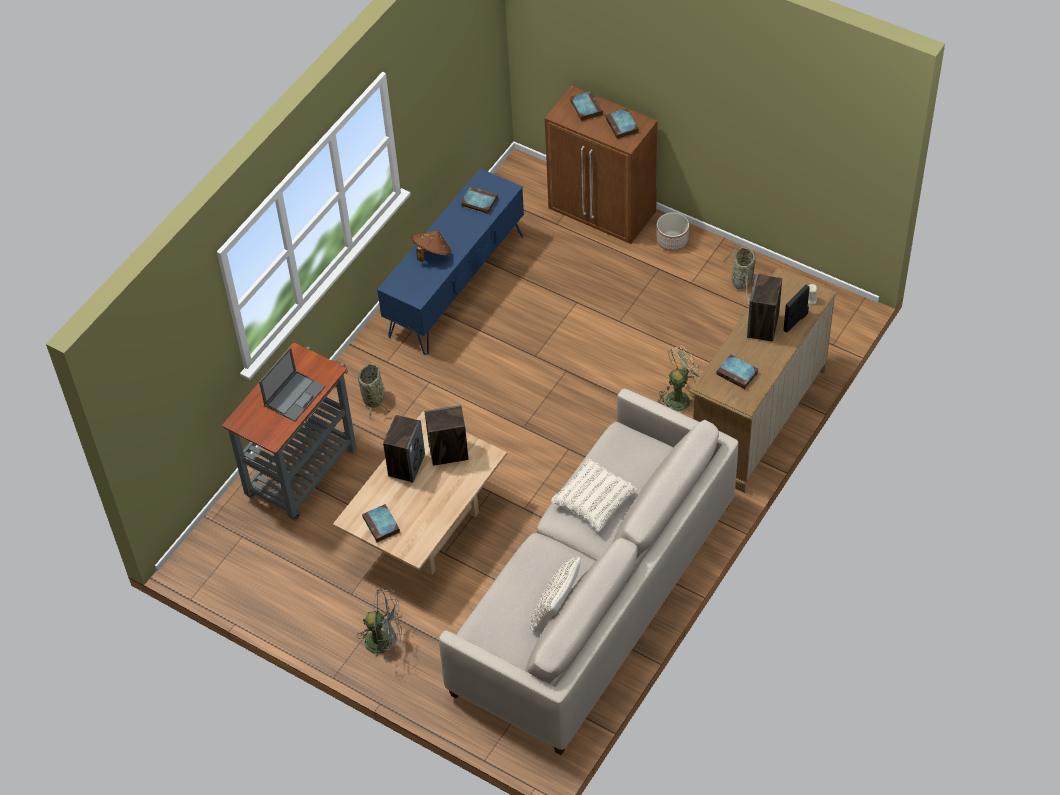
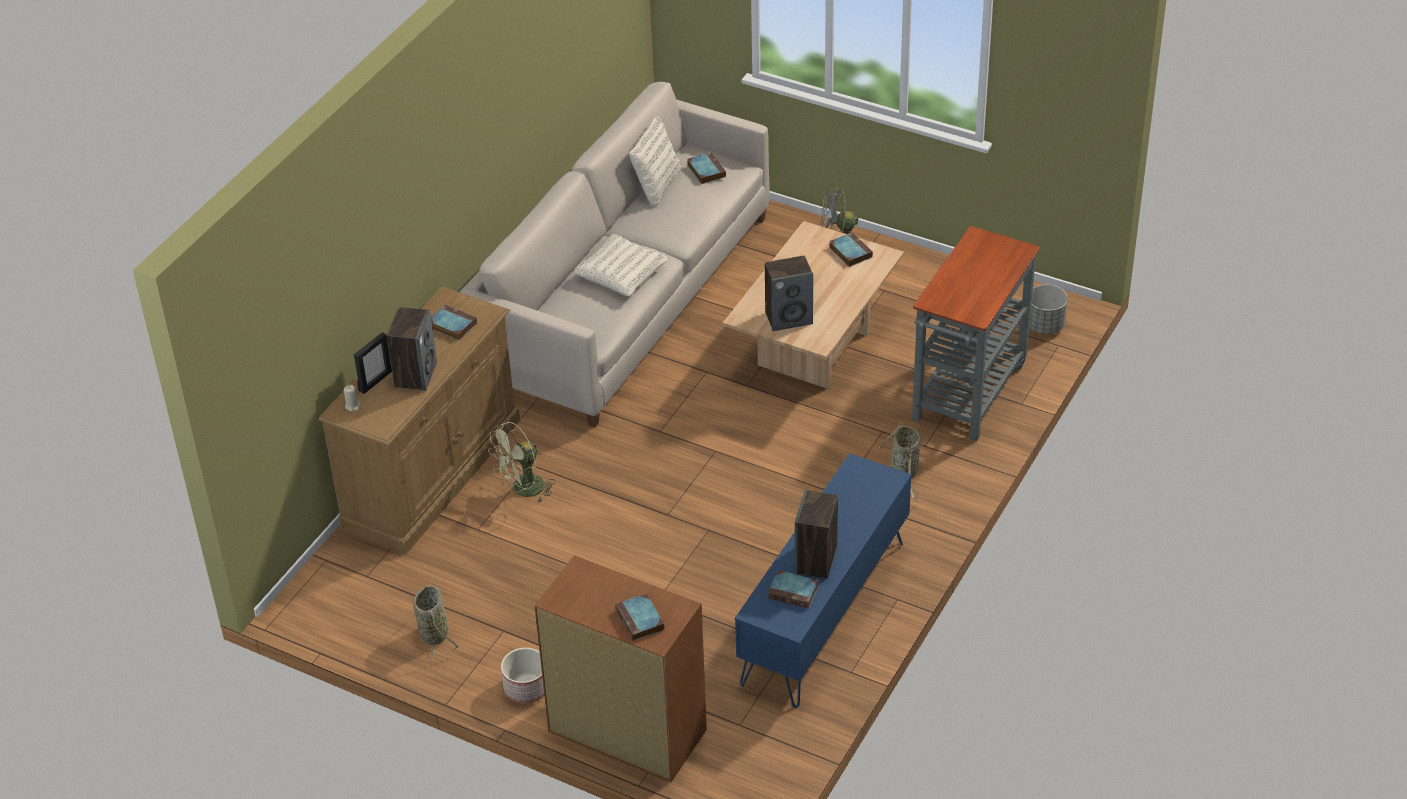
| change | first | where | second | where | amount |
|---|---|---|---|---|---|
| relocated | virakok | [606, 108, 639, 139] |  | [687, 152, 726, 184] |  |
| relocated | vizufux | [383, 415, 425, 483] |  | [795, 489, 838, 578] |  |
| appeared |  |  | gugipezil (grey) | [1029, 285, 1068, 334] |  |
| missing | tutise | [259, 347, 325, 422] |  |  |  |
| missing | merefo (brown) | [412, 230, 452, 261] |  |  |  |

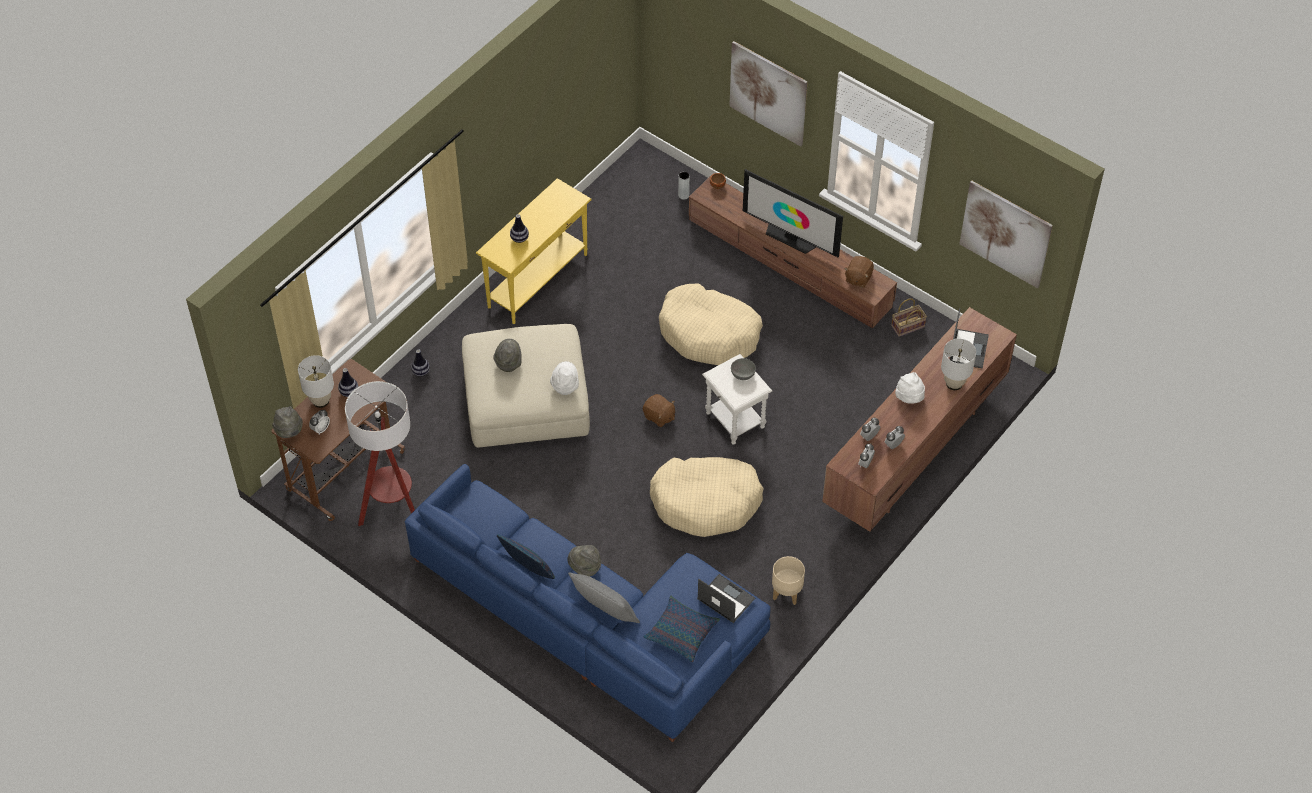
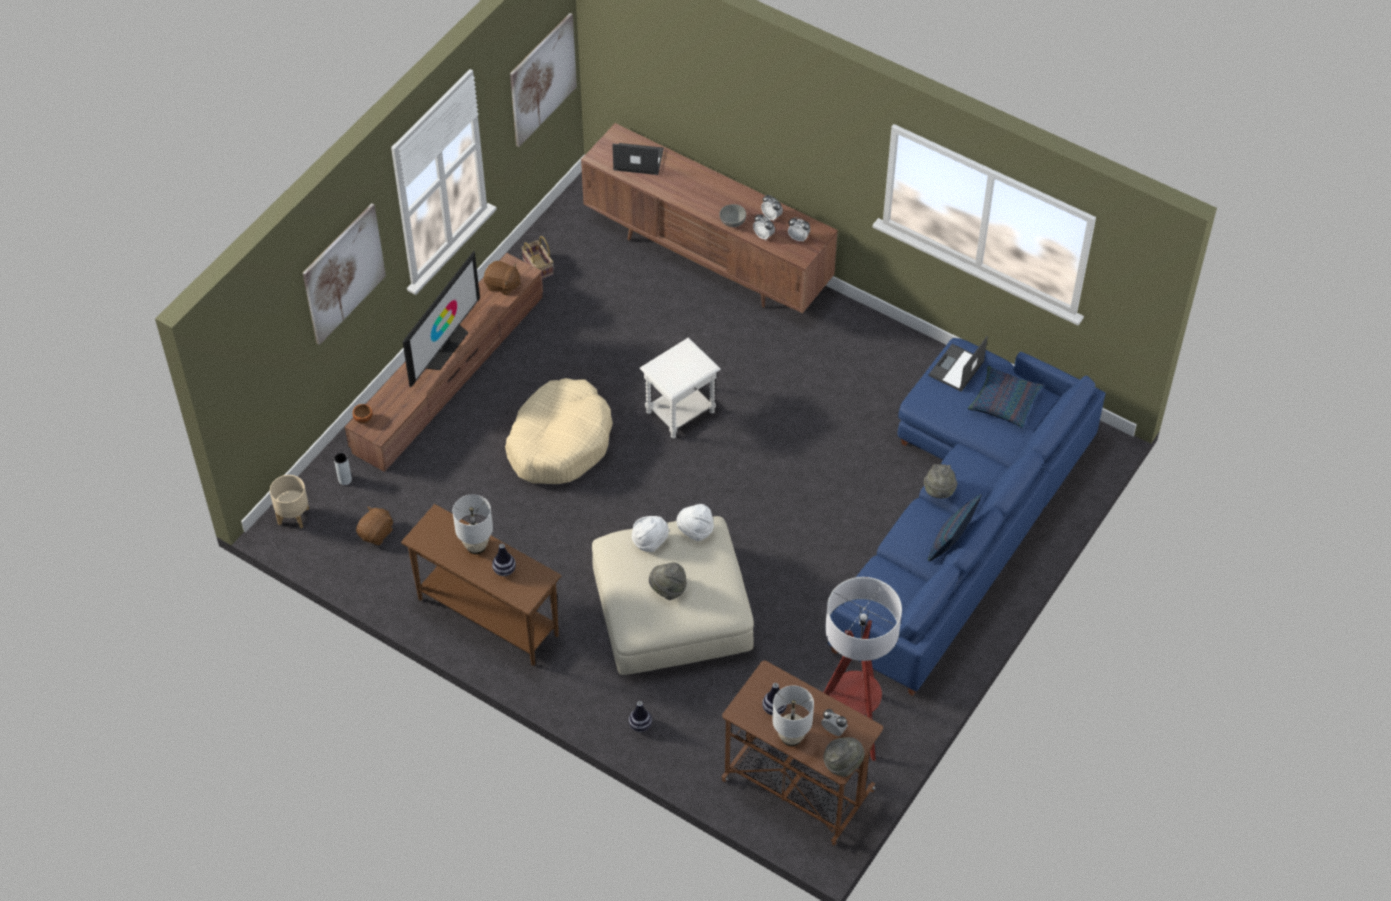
| change | first | where | second | where | amount |
|---|---|---|---|---|---|
| relocated | gugipezil (beige) | [772, 556, 805, 605] |  | [270, 475, 309, 528] |  |
| relocated | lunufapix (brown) | [643, 394, 675, 427] |  | [356, 506, 393, 545] |  |
| colour | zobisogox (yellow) | [476, 178, 591, 324] | zobisogox (brown) | [401, 504, 561, 666] |  |
| relocated | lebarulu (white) | [941, 339, 976, 390] |  | [453, 495, 493, 554] |  |
| relocated | merefo (white) | [895, 372, 925, 404] |  | [632, 516, 669, 552] |  |
| relocated | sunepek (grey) | [731, 358, 756, 380] |  | [719, 204, 746, 227] |  |
| missing | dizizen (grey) | [568, 572, 640, 623] |  |  |  |
| missing | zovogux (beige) | [650, 457, 764, 537] |  |  |  |

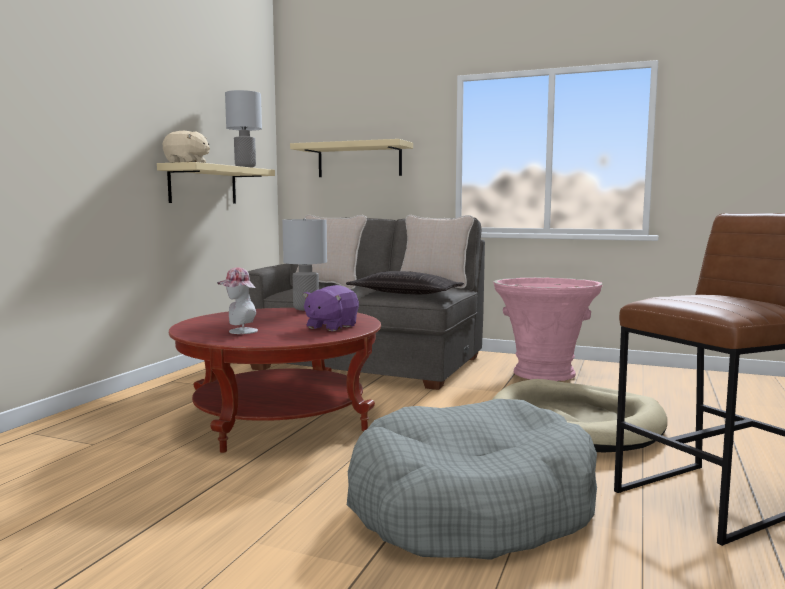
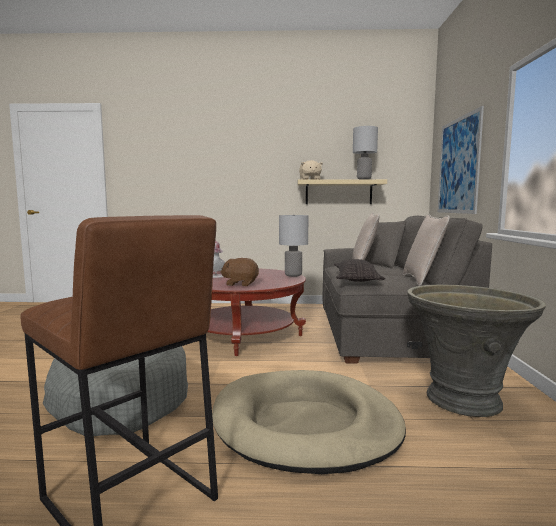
| change | first | where | second | where | amount |
|---|---|---|---|---|---|
| colour | lunufapix (purple) | [302, 285, 359, 331] | lunufapix (brown) | [220, 258, 259, 286] |  |
| colour | gugipezil (pink) | [493, 277, 603, 381] | gugipezil (grey) | [407, 284, 546, 417] |  |
| exchanged | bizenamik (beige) | [290, 139, 413, 177] | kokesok | [438, 106, 484, 214] |  |

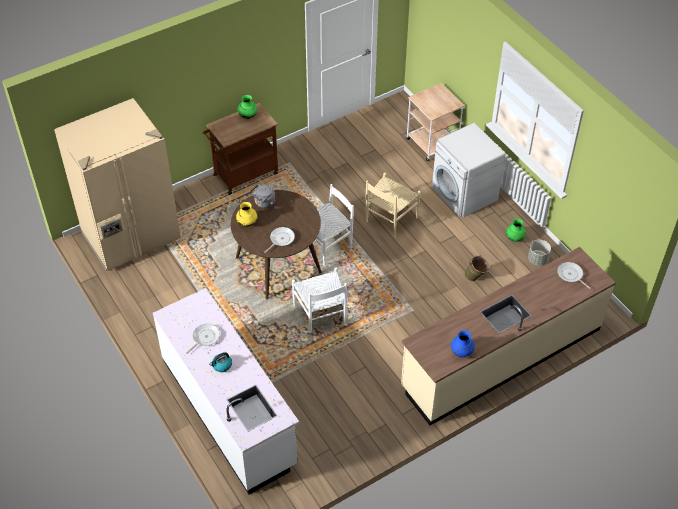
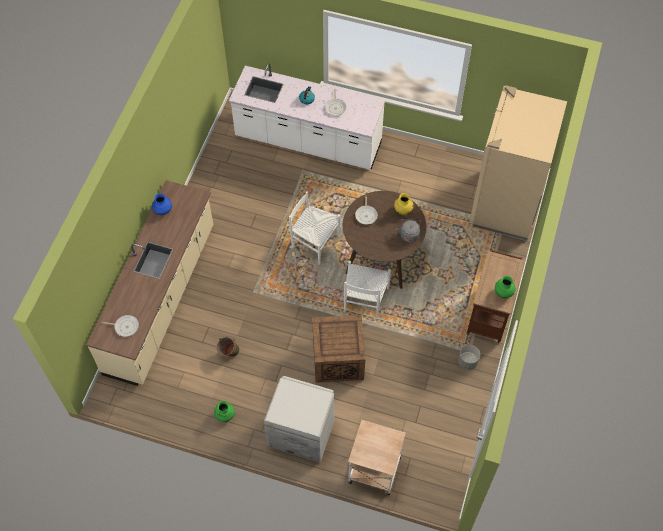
| change | first | where | second | where | amount |
|---|---|---|---|---|---|
| exchanged | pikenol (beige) | [365, 173, 421, 238] | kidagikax | [312, 315, 365, 383] |  |
| relocated | gugipezil (grey) | [528, 240, 551, 266] |  | [458, 345, 480, 370] |  |

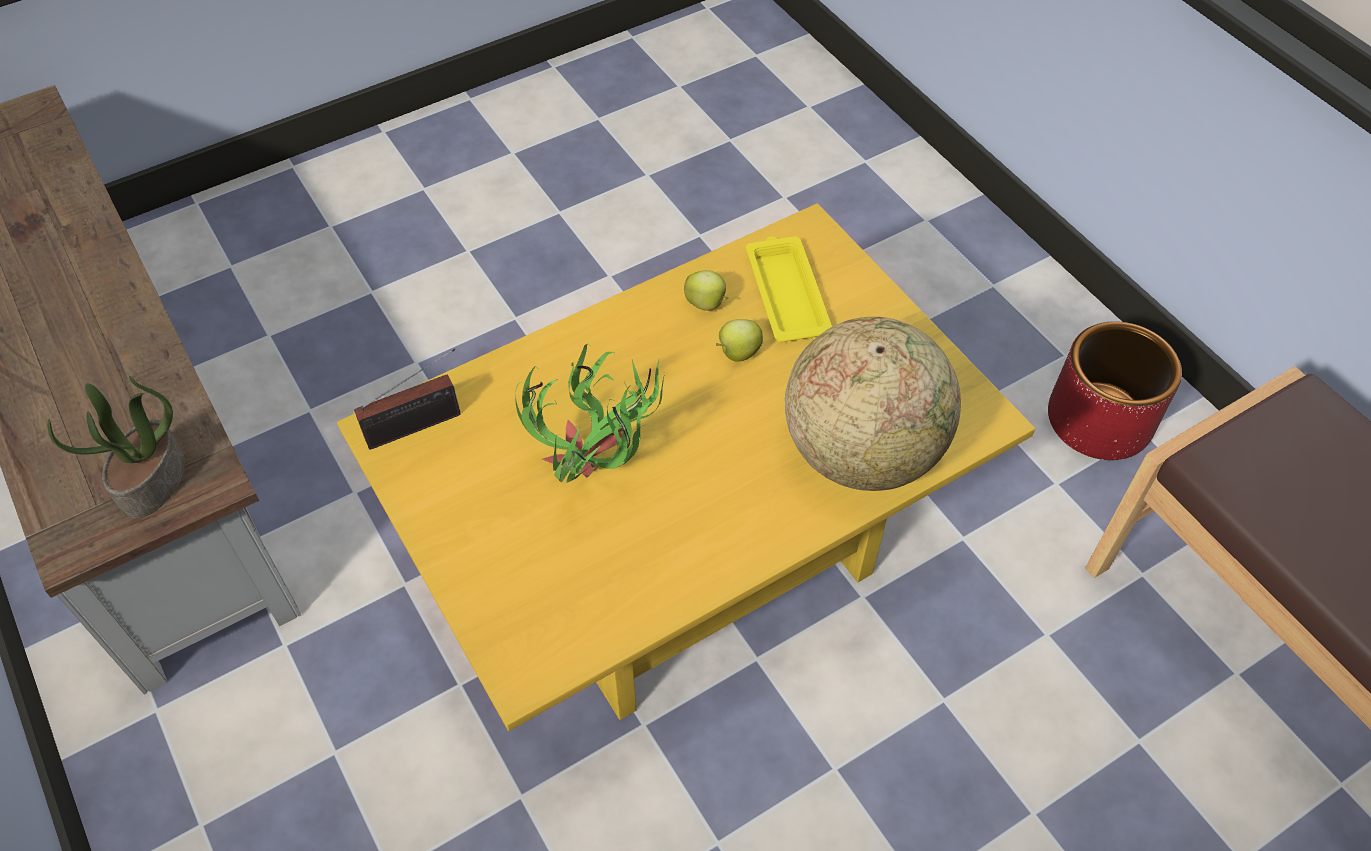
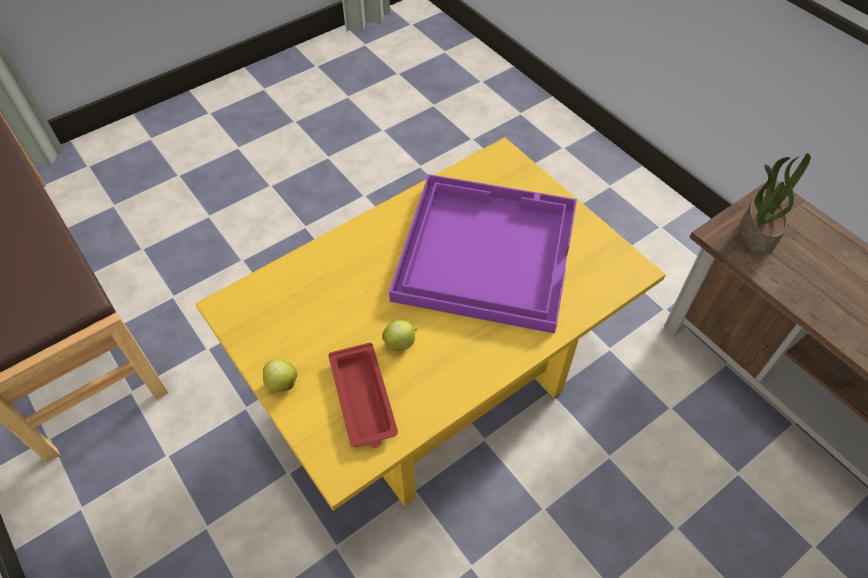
| change | first | where | second | where | amount |
|---|---|---|---|---|---|
| relocated | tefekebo | [684, 270, 728, 311] |  | [262, 359, 297, 392] |  |
| colour | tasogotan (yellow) | [746, 236, 832, 342] | tasogotan (red) | [328, 343, 398, 448] |  |
| exchanged | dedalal | [515, 344, 665, 483] | tasogotan (purple) | [389, 174, 577, 334] |  |
| missing | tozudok | [354, 349, 461, 450] |  |  |  |
| missing | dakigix | [785, 317, 961, 491] |  |  |  |
| missing | gugipezil (red) | [1048, 321, 1182, 460] |  |  |  |

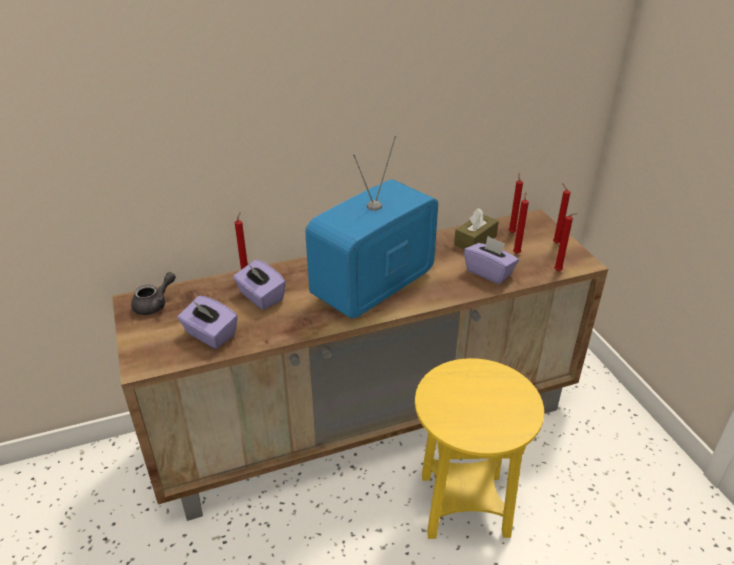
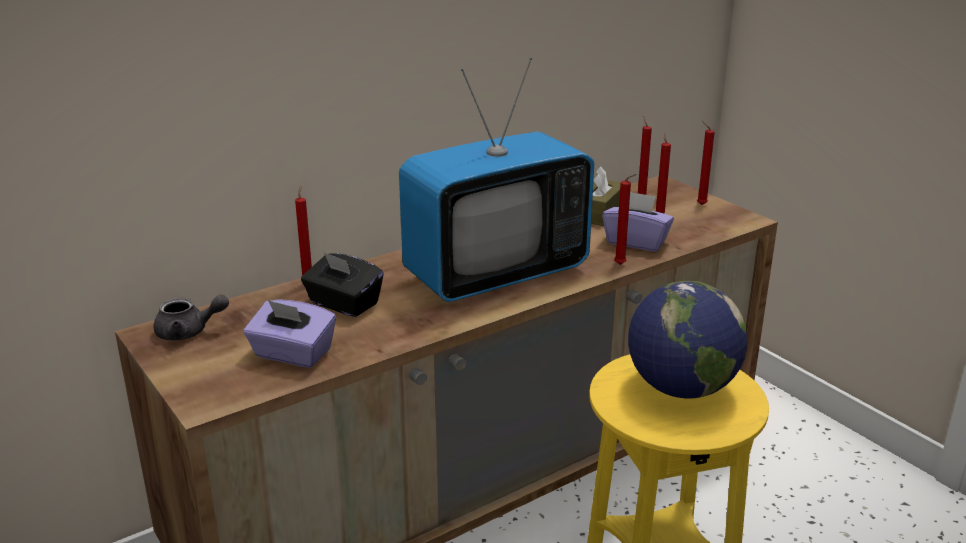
| change | first | where | second | where | amount |
|---|---|---|---|---|---|
| spun | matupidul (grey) | [131, 272, 176, 315] |  | [154, 295, 229, 340] | 60 degrees clockwise |
| colour | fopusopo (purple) | [233, 260, 286, 310] | fopusopo (black) | [301, 252, 384, 317] |  |
| spun | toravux | [305, 136, 438, 318] |  | [399, 58, 594, 302] | 150 degrees counterclockwise |
| relocated | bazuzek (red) | [554, 213, 578, 271] |  | [614, 174, 637, 265] |  |
| appeared |  |  | dakigix | [628, 281, 748, 399] |  |

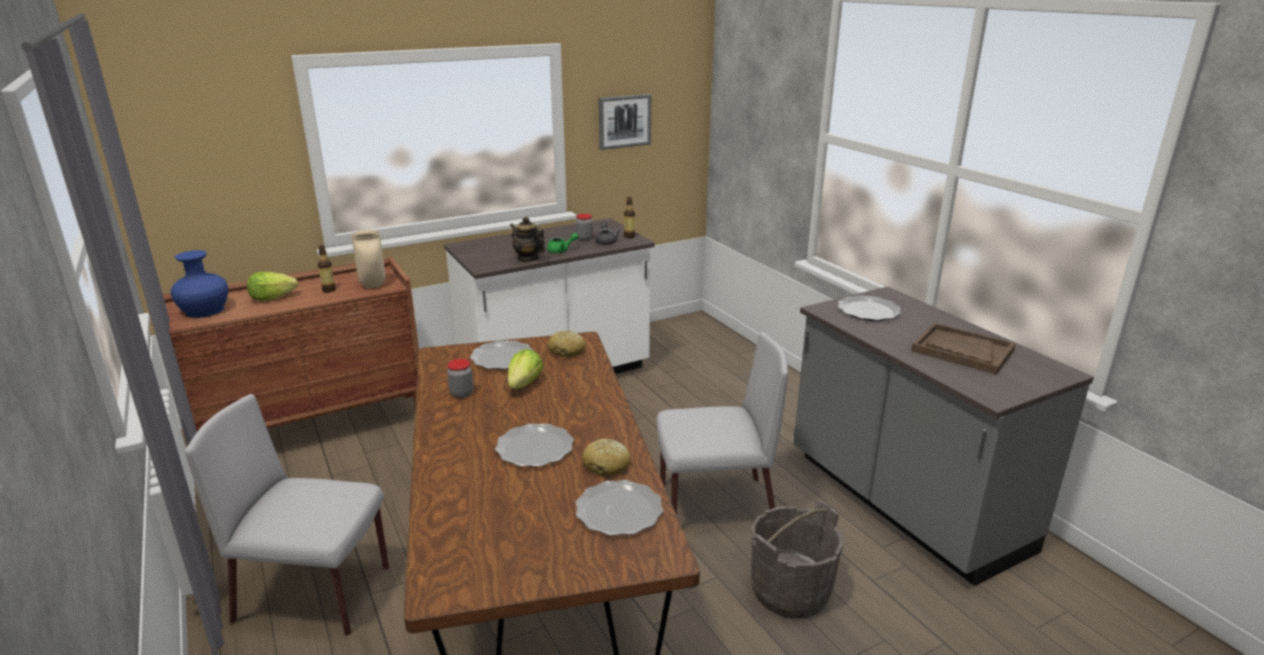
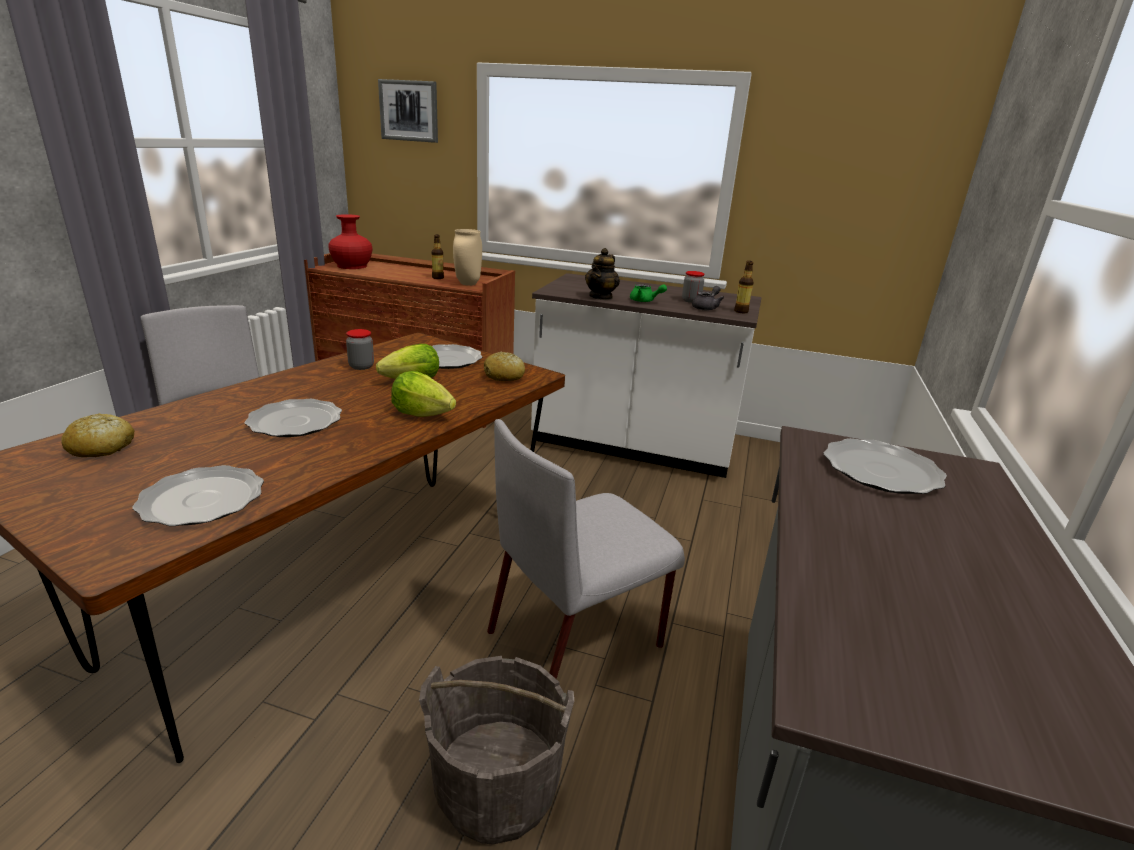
| change | first | where | second | where | amount |
|---|---|---|---|---|---|
| relocated | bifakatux | [582, 439, 631, 476] |  | [61, 413, 135, 457] |  |
| colour | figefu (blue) | [170, 250, 228, 318] | figefu (red) | [328, 214, 372, 269] |  |
| relocated | kokesok | [598, 94, 651, 150] |  | [378, 79, 438, 143] |  |
| relocated | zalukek | [247, 272, 298, 301] |  | [391, 371, 456, 417] |  |
| spun | pikenol (grey) | [656, 332, 788, 514] |  | [487, 419, 685, 679] | 105 degrees clockwise |
| spun | matupidul | [510, 217, 545, 262] |  | [585, 248, 620, 300] | 150 degrees counterclockwise |
| missing | tasogotan (brown) | [911, 323, 1016, 375] |  |  |  |

